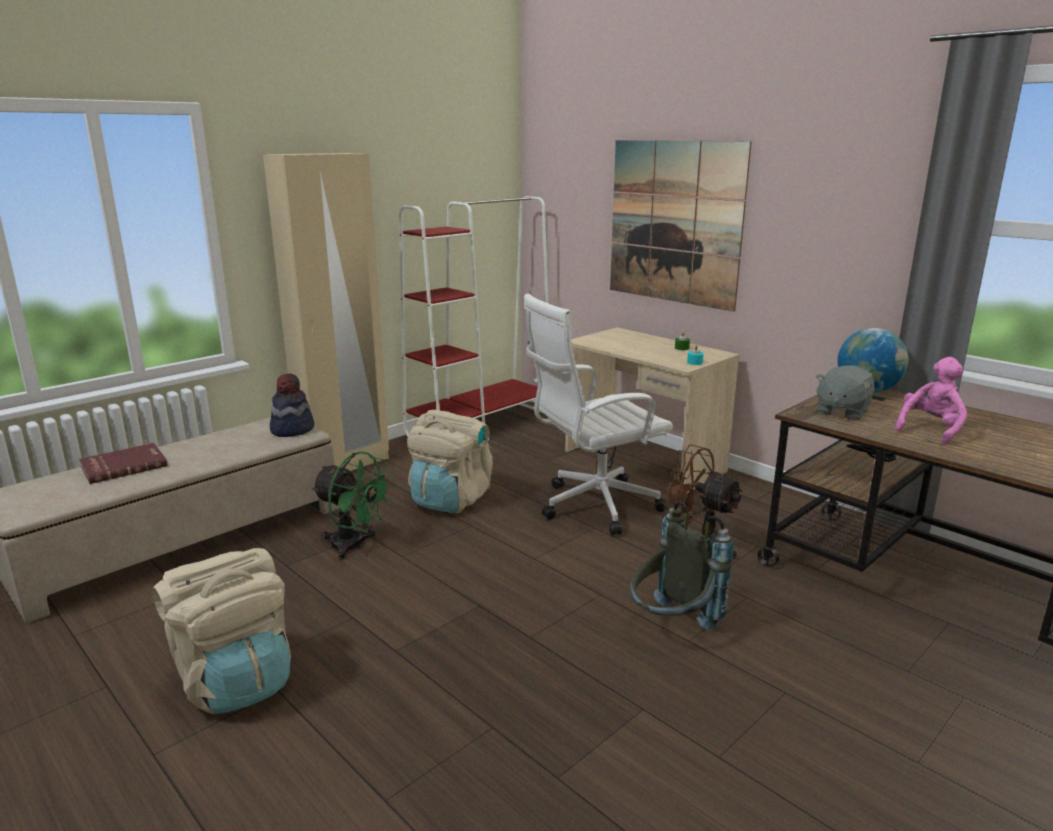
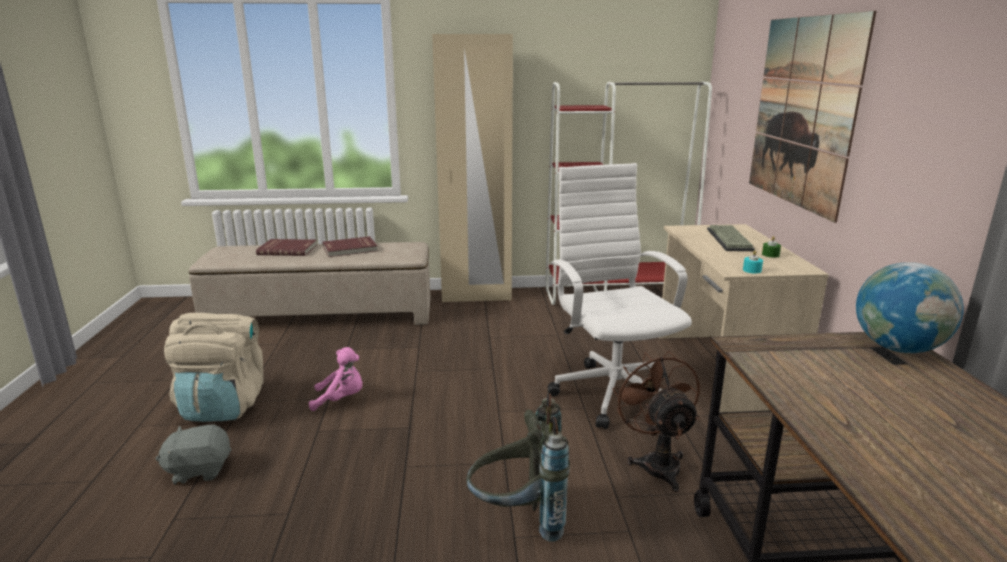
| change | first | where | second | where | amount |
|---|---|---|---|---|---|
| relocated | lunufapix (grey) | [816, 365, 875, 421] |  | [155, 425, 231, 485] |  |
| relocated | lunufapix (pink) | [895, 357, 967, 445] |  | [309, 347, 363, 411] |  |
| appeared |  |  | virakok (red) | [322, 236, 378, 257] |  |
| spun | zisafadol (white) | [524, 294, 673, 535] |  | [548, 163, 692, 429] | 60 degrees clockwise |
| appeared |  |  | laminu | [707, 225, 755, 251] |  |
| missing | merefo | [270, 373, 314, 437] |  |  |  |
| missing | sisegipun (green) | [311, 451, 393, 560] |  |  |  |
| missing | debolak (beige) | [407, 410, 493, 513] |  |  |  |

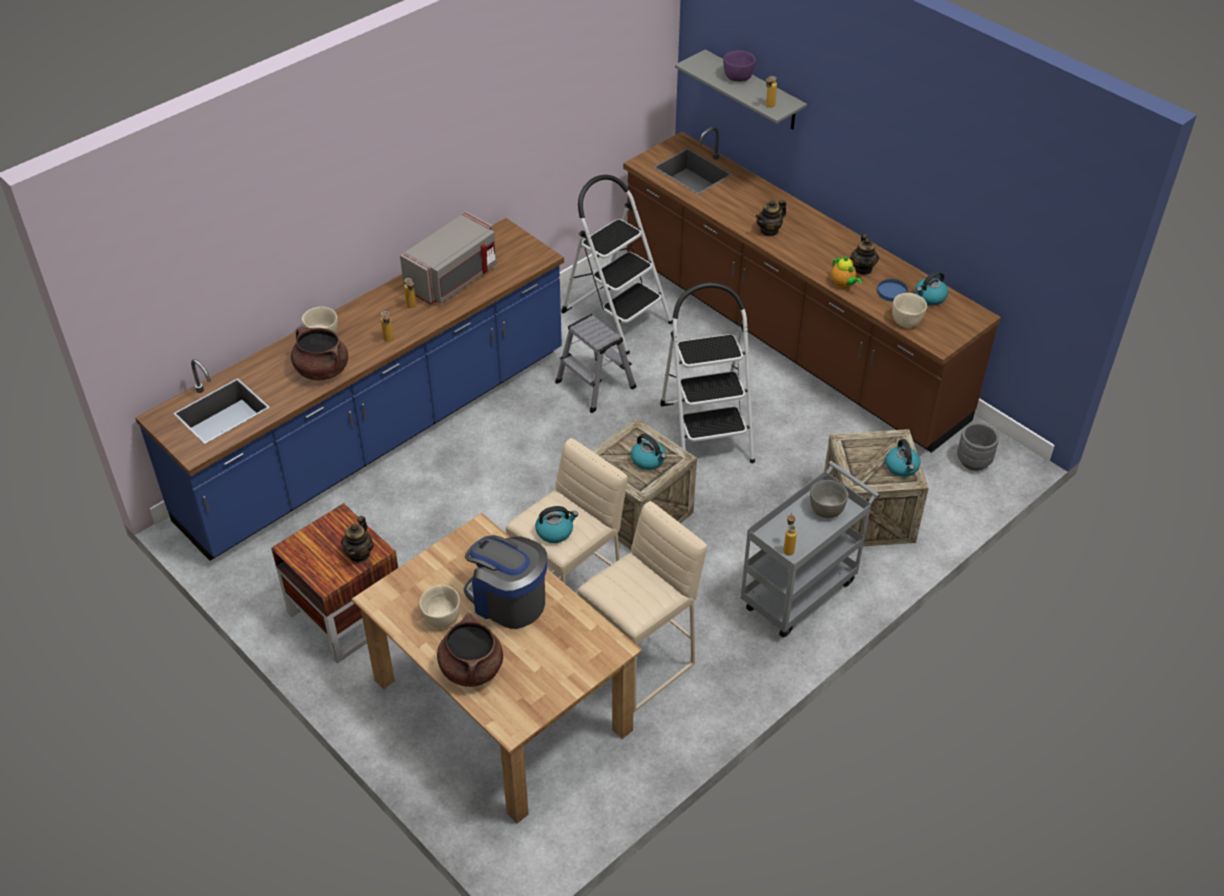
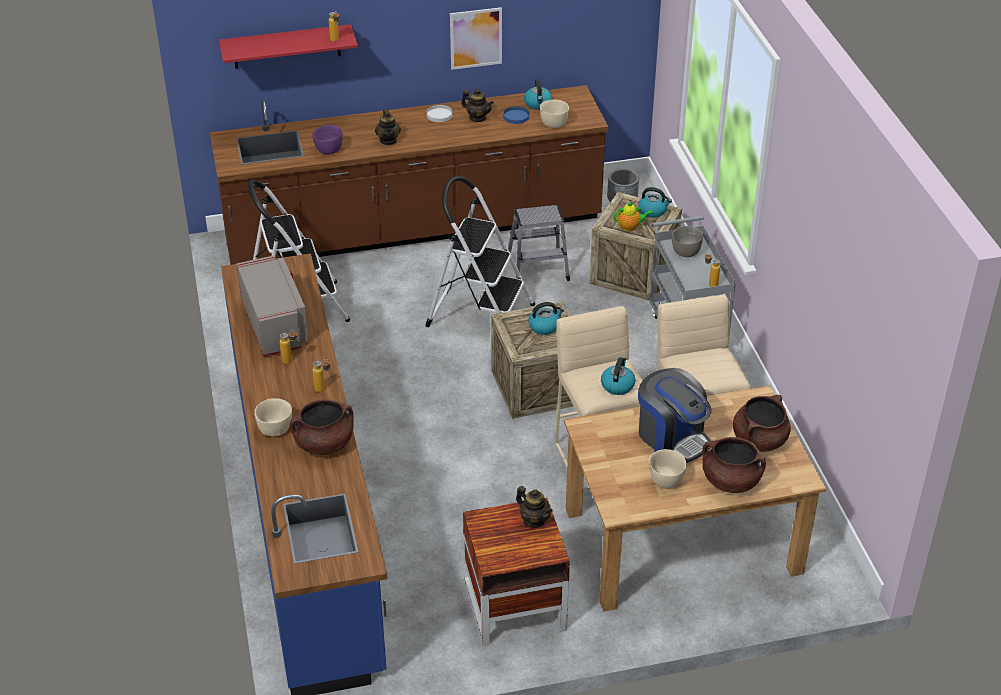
| change | first | where | second | where | amount |
|---|---|---|---|---|---|
| colour | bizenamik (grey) | [675, 49, 807, 130] | bizenamik (red) | [219, 24, 358, 68] |  |
| relocated | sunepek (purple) | [723, 51, 756, 82] |  | [312, 125, 343, 155] |  |
| appeared |  |  | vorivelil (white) | [426, 105, 452, 122] |  |
| appeared |  |  | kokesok | [450, 7, 502, 70] |  |
| relocated | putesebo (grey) | [555, 314, 637, 413] |  | [508, 204, 570, 281] |  |
| relocated | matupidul | [831, 256, 863, 288] |  | [613, 202, 653, 231] |  |
| spun | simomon | [464, 535, 547, 629] |  | [638, 368, 712, 463] | 105 degrees counterclockwise |
| appeared |  |  | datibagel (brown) | [733, 395, 791, 452] |  |

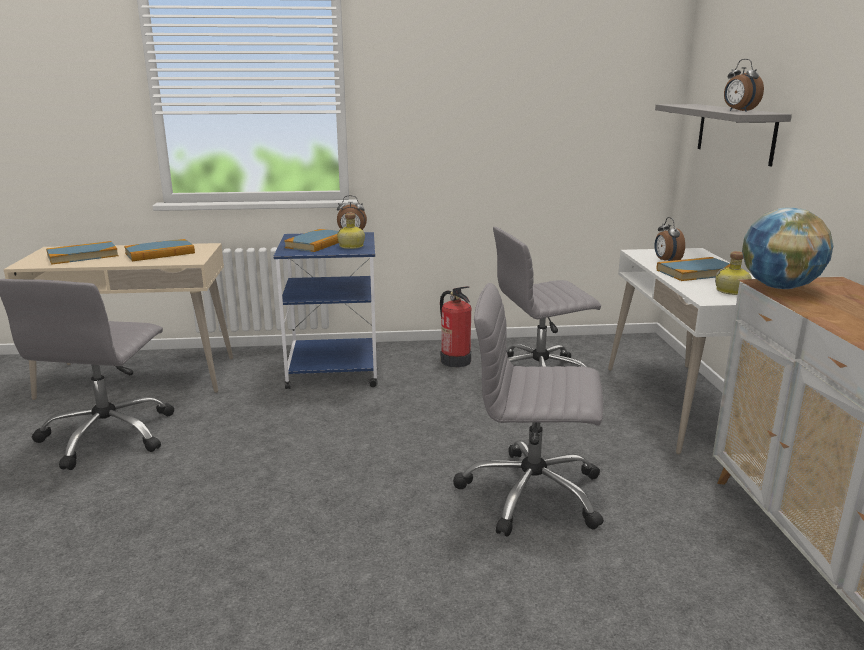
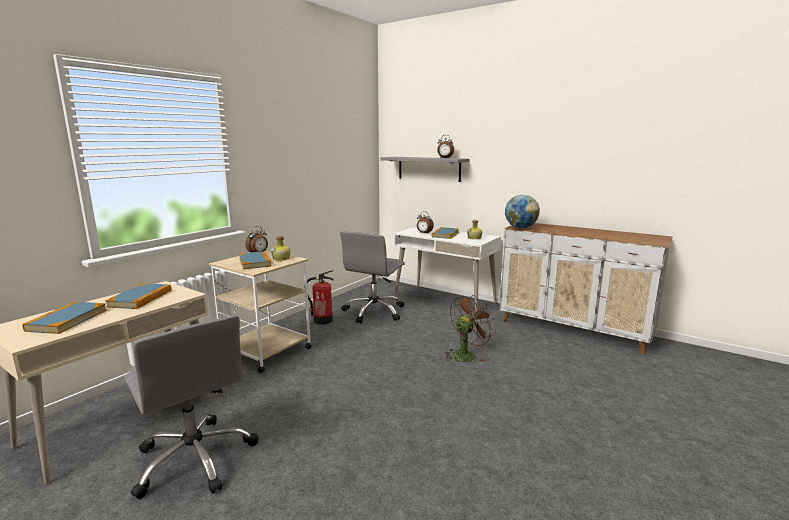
| change | first | where | second | where | amount |
|---|---|---|---|---|---|
| colour | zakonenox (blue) | [273, 232, 378, 389] | zakonenox (beige) | [209, 250, 312, 373] |  |
| exchanged | zisafadol (grey) | [453, 283, 604, 537] | sisegipun (brown) | [444, 295, 496, 362] |  |

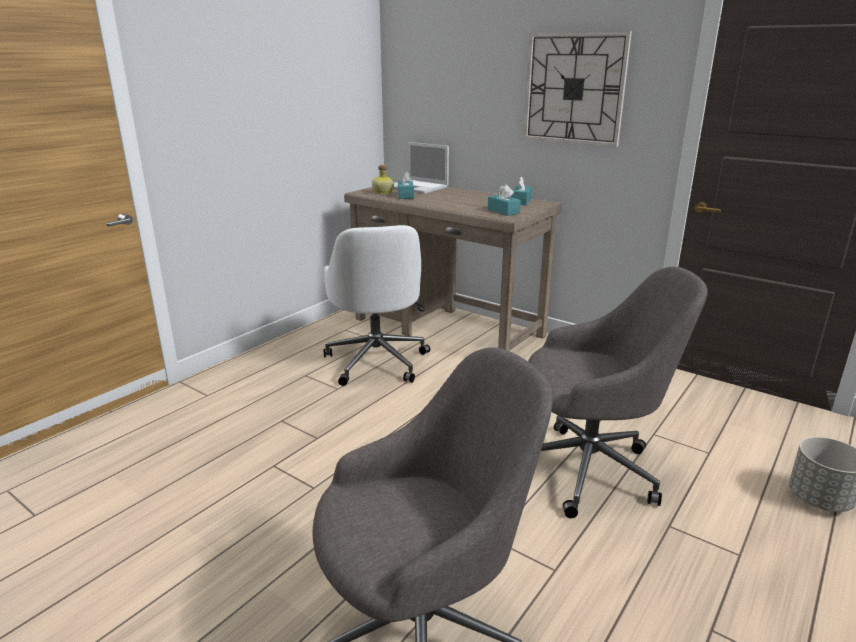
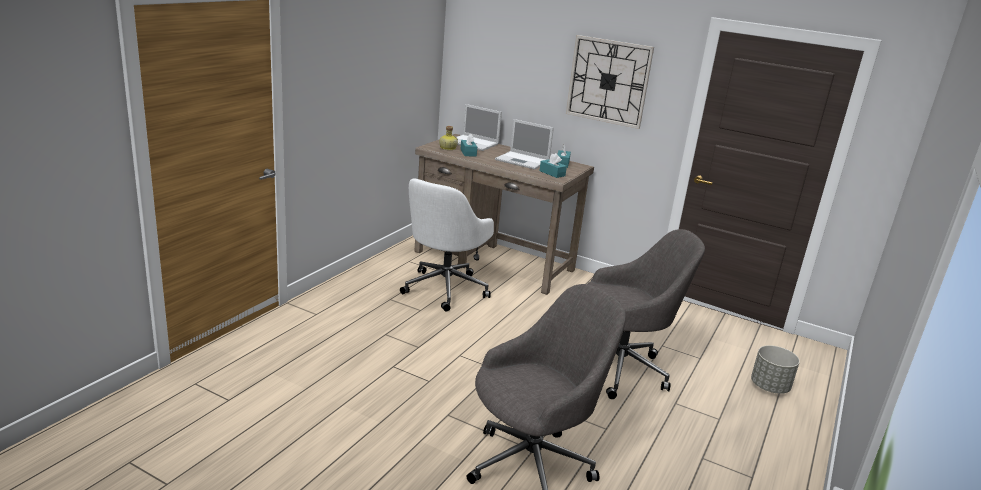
| change | first | where | second | where | amount |
|---|---|---|---|---|---|
| spun | zisafadol (white) | [323, 225, 430, 386] |  | [400, 179, 494, 312] | 45 degrees clockwise |
| appeared |  |  | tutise | [495, 119, 554, 170] |  |

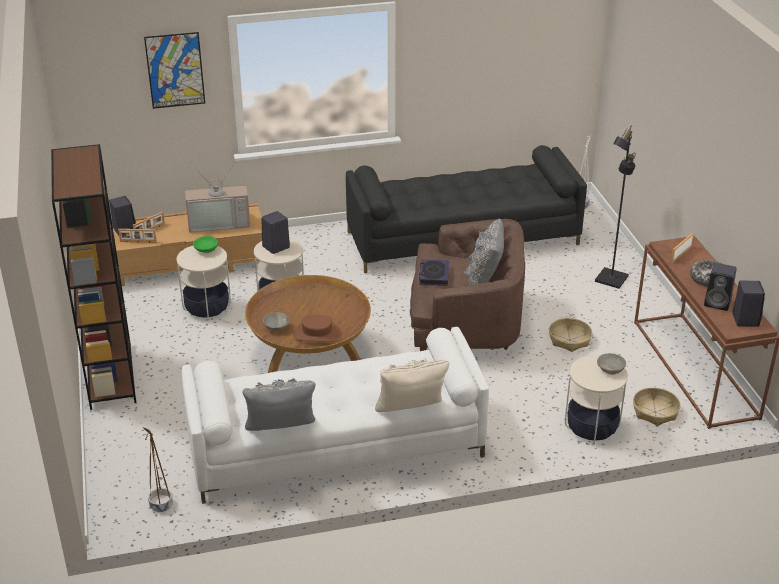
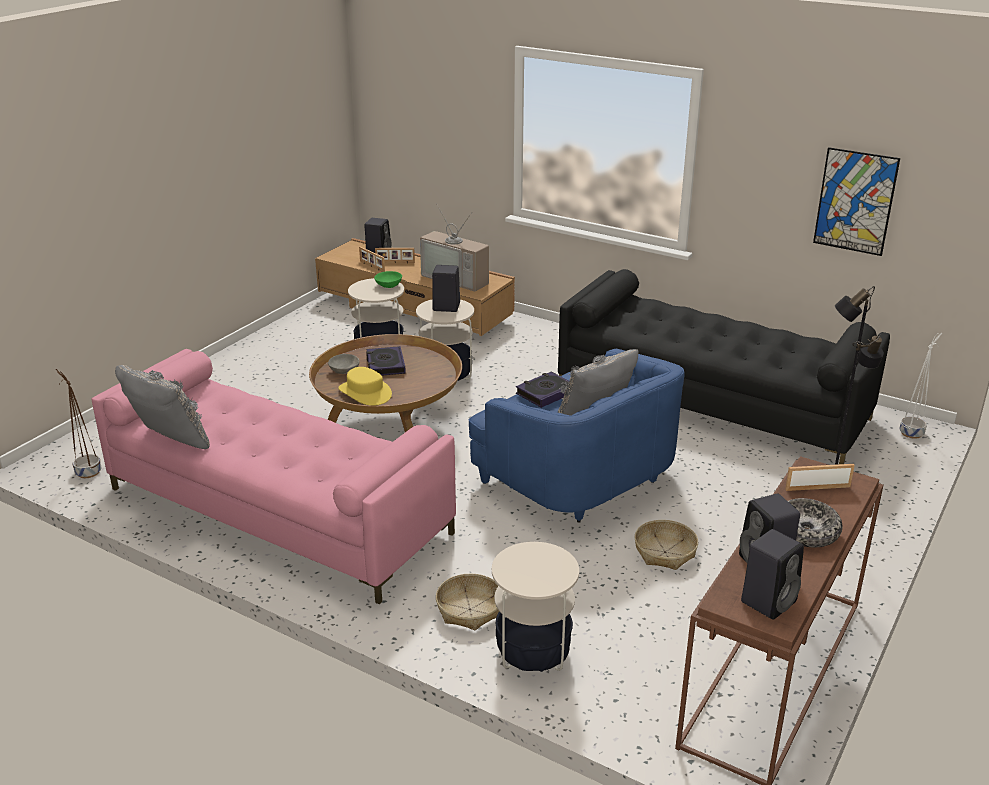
| change | first | where | second | where | amount |
|---|---|---|---|---|---|
| colour | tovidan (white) | [182, 327, 489, 504] | tovidan (pink) | [92, 349, 456, 604] |  |
| colour | merefo (brown) | [293, 315, 342, 342] | merefo (yellow) | [338, 367, 392, 406] |  |
| appeared |  |  | virakok | [366, 346, 406, 376] |  |
| relocated | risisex | [633, 388, 681, 426] |  | [436, 574, 499, 630] |  |
| colour | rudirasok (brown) | [410, 219, 525, 351] | rudirasok (blue) | [468, 349, 685, 523] |  |
| relocated | kokesok | [144, 32, 205, 109] |  | [813, 147, 900, 256] |  |
| missing | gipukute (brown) | [51, 144, 137, 410] |  |  |  |
| missing | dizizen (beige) | [375, 359, 450, 412] |  |  |  |
| missing | sunepek (grey) | [597, 353, 626, 375] |  |  |  |

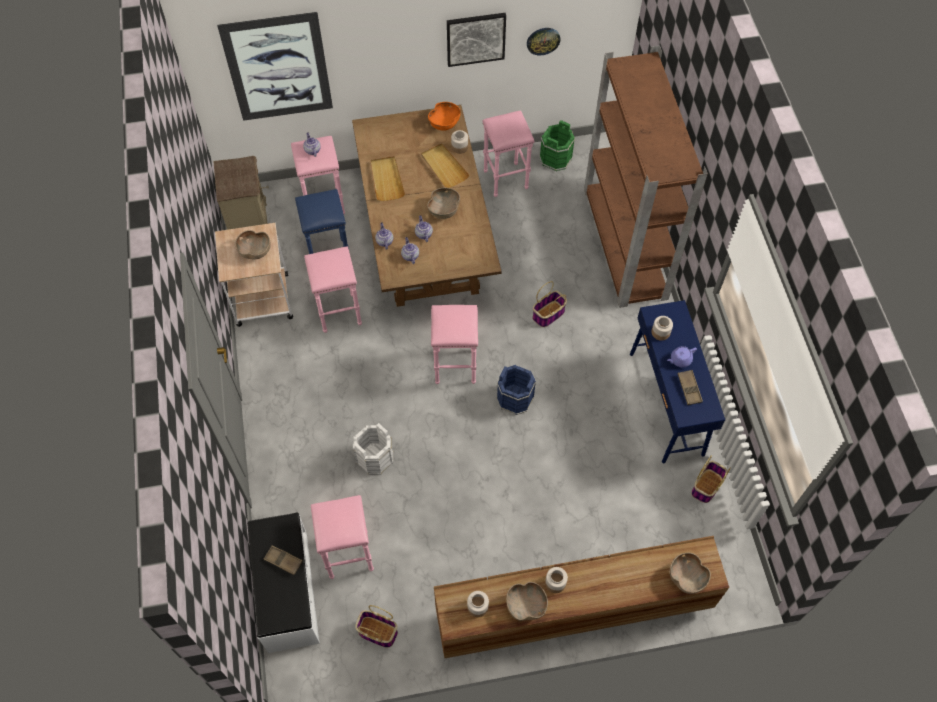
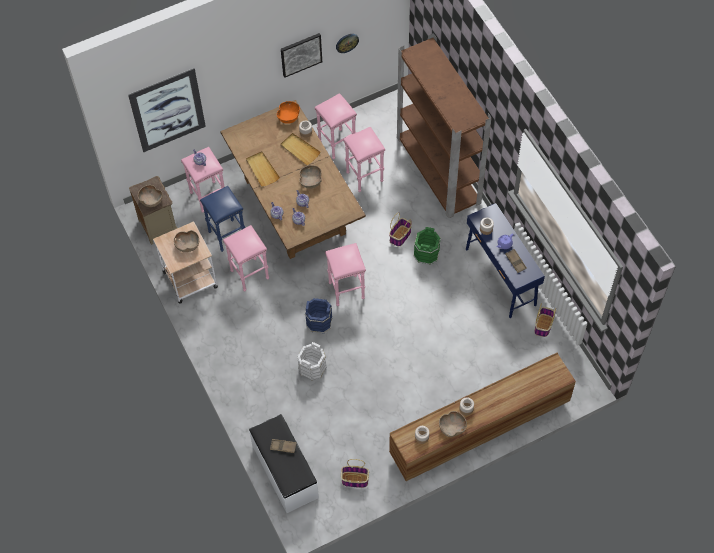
| change | first | where | second | where | amount |
|---|---|---|---|---|---|
| relocated | sunepek (brown) | [670, 553, 711, 594] |  | [138, 185, 163, 207] |  |
| relocated | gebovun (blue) | [496, 365, 536, 415] |  | [305, 298, 332, 333] |  |
| relocated | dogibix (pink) | [311, 495, 374, 579] |  | [343, 127, 385, 192] |  |
| relocated | gebovun (green) | [539, 120, 575, 171] |  | [413, 227, 441, 265] |  |

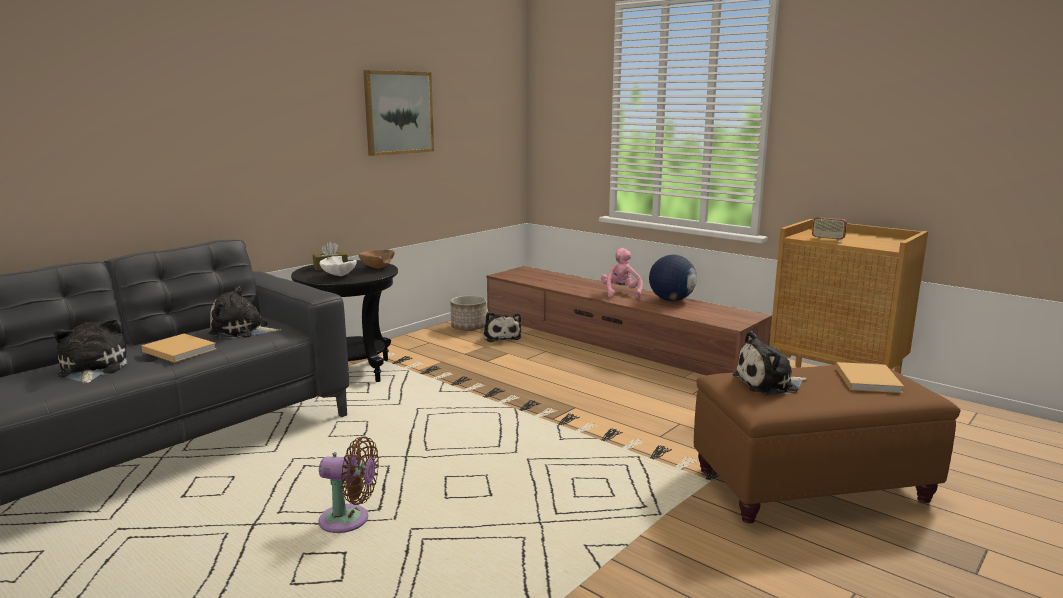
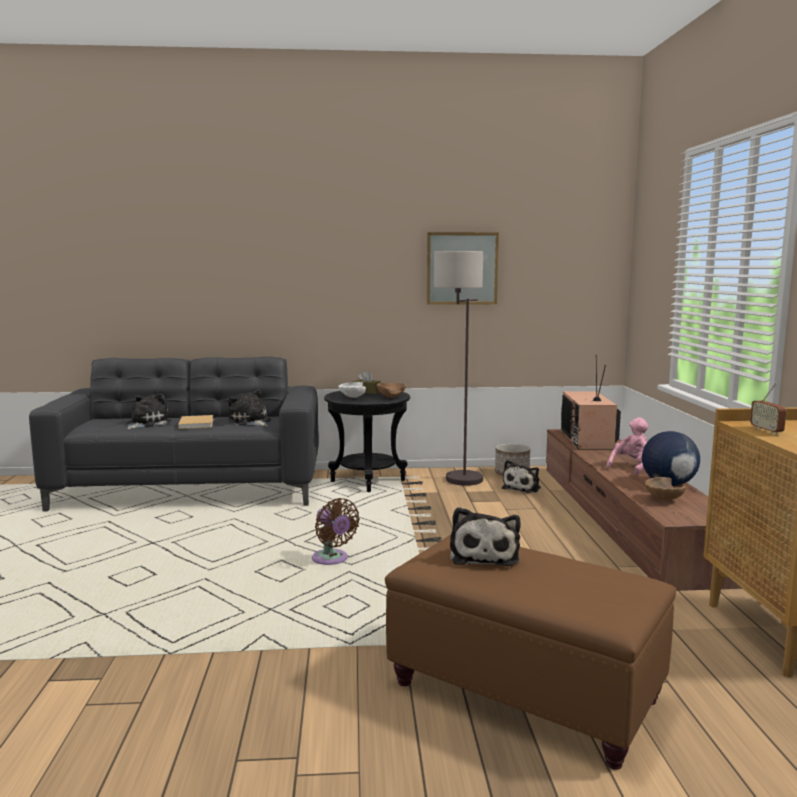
| change | first | where | second | where | amount |
|---|---|---|---|---|---|
| relocated | sisegipun (brown) | [318, 436, 379, 533] |  | [312, 498, 360, 565] |  |
| appeared |  |  | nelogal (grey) | [434, 251, 483, 486] |  |
| spun | lunufapix | [733, 331, 807, 395] |  | [450, 507, 521, 566] | 120 degrees counterclockwise |
| appeared |  |  | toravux | [561, 355, 621, 450] |  |
| appeared |  |  | sunepek (brown) | [645, 477, 687, 501] |  |
| missing | virakok (beige) | [836, 362, 904, 393] |  |  |  |

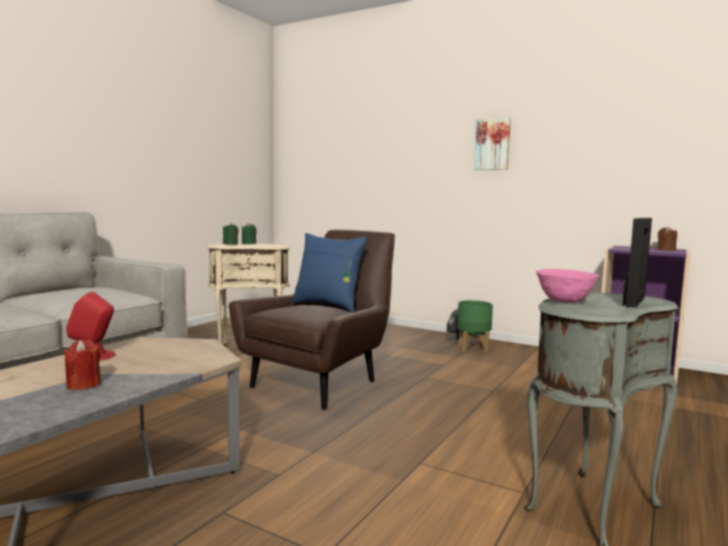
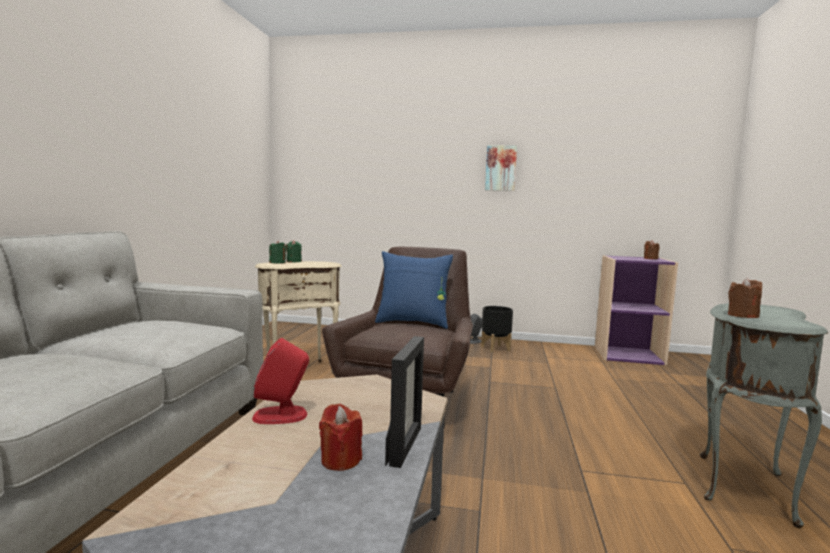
| change | first | where | second | where | amount |
|---|---|---|---|---|---|
| relocated | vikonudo | [622, 218, 652, 308] |  | [385, 336, 424, 468] |  |
| colour | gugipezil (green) | [457, 300, 493, 353] | gugipezil (black) | [481, 306, 513, 353] |  |
| exchanged | sunepek (pink) | [536, 269, 599, 303] | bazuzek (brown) | [728, 278, 762, 318] |  |

